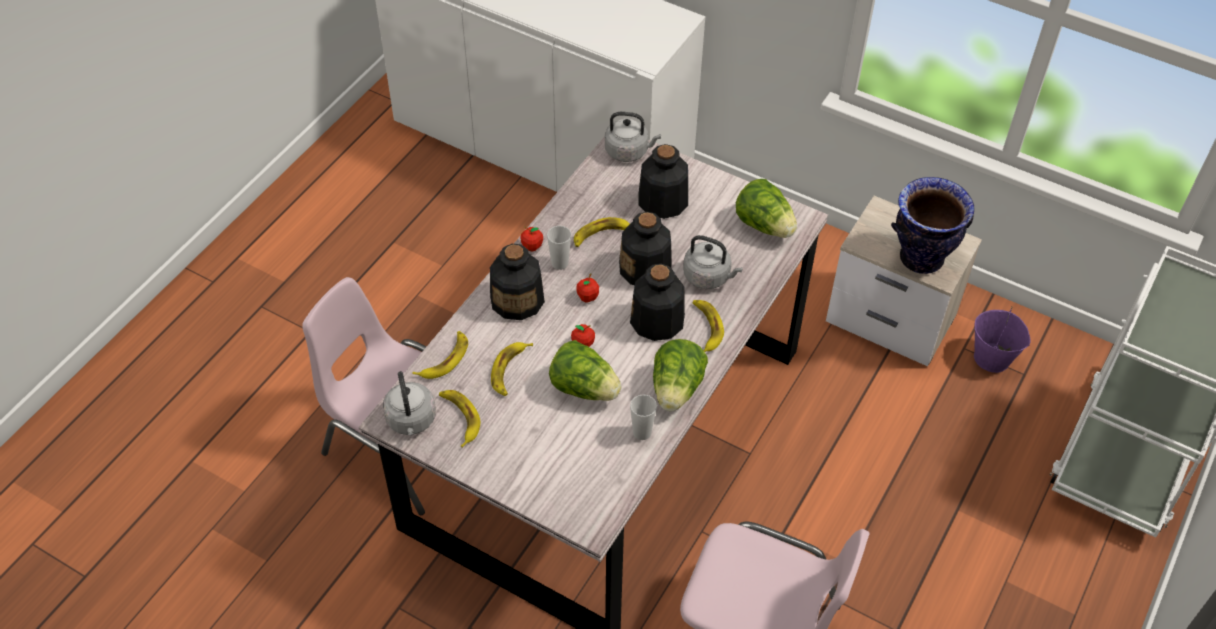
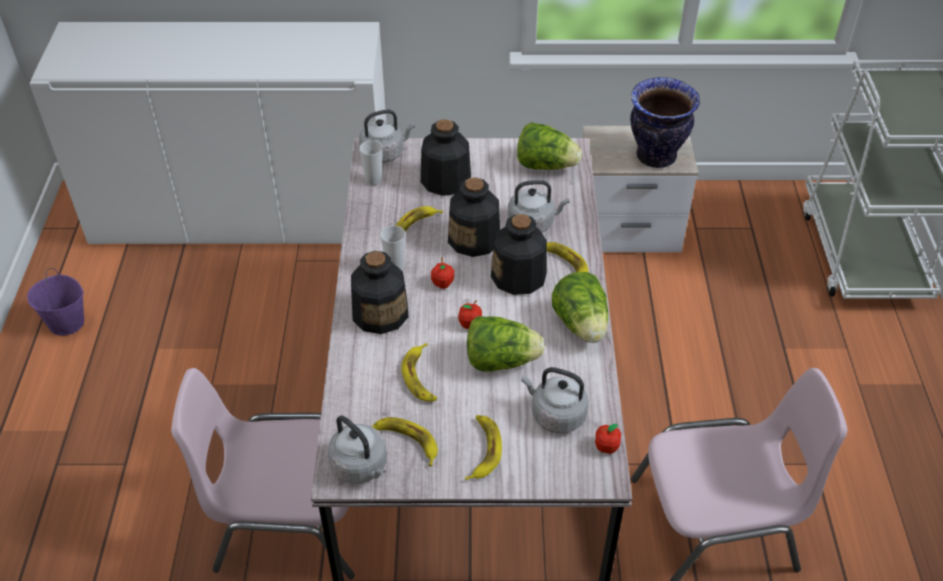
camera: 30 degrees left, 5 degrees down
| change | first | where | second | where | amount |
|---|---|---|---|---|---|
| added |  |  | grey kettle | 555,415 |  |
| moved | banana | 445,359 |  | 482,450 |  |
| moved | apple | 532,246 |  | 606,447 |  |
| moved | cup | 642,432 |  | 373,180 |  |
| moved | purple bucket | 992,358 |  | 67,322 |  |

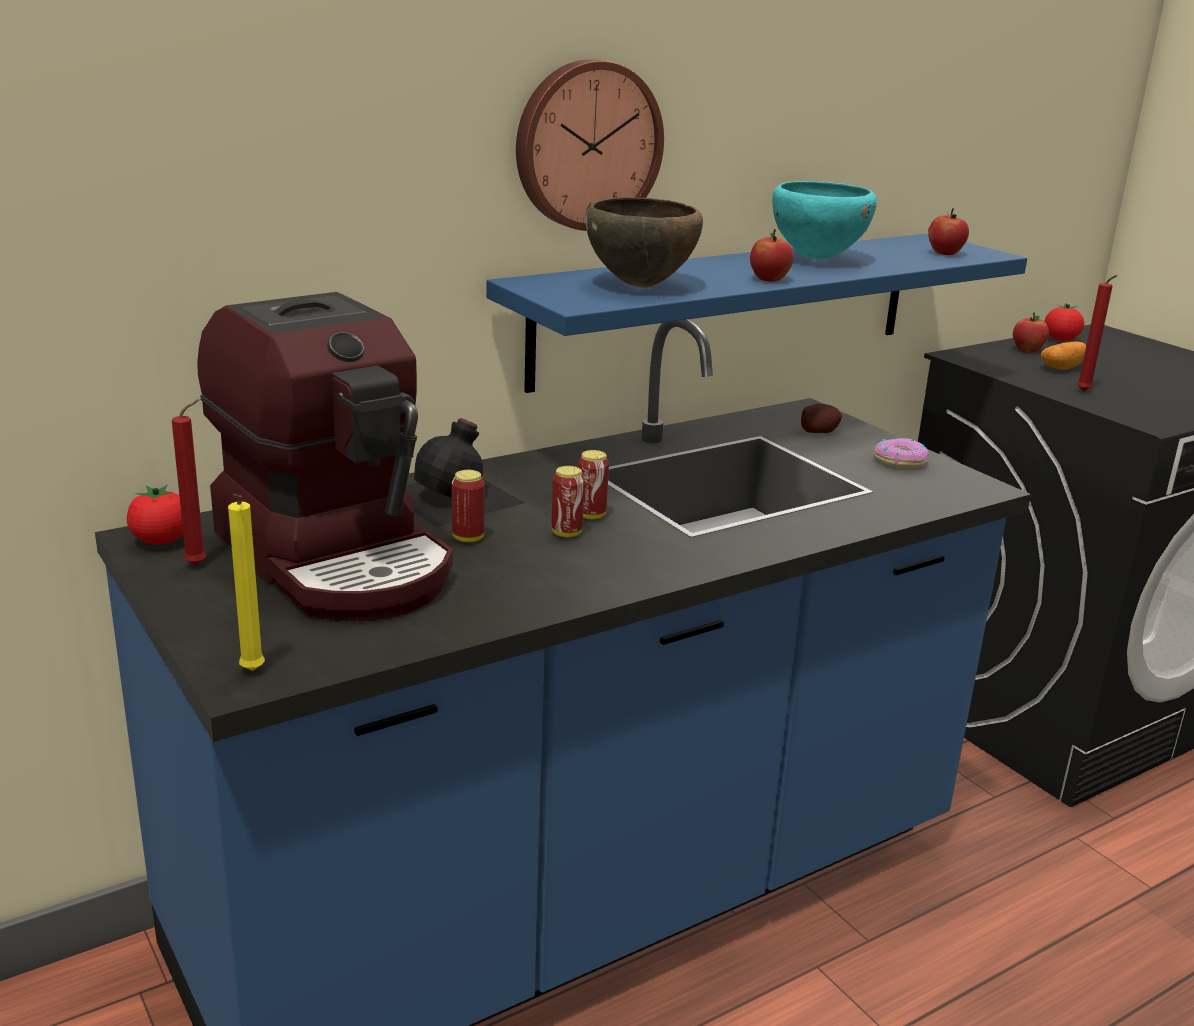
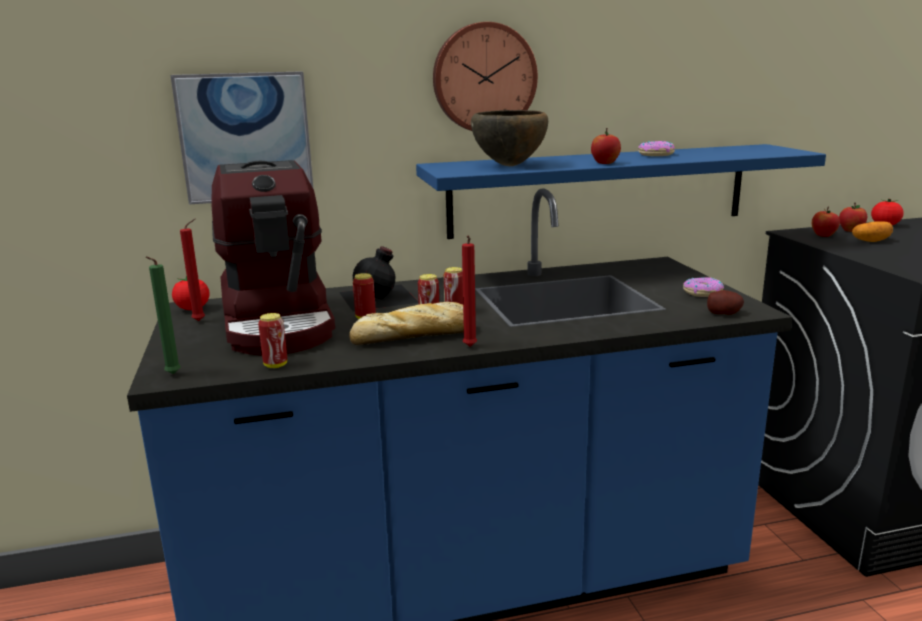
camera: 20 degrees right, 5 degrees down
| change | first | where | second | where | amount |
|---|---|---|---|---|---|
| added |  |  | picture | 245,137 |  |
| added |  |  | can | 275,365 |  |
| added |  |  | bread | 416,335 |  |
| moved | potato | 819,431 |  | 724,313 |  |
| moved | apple | 945,253 |  | 823,235 |  |
| moved | red candle | 1084,392 |  | 469,347 |  |
| replaced | turquoise bowl | 816,259 | donut | 656,154 |  |
| recoloured | yellow candle | 251,673 | green candle | 171,375 |  |

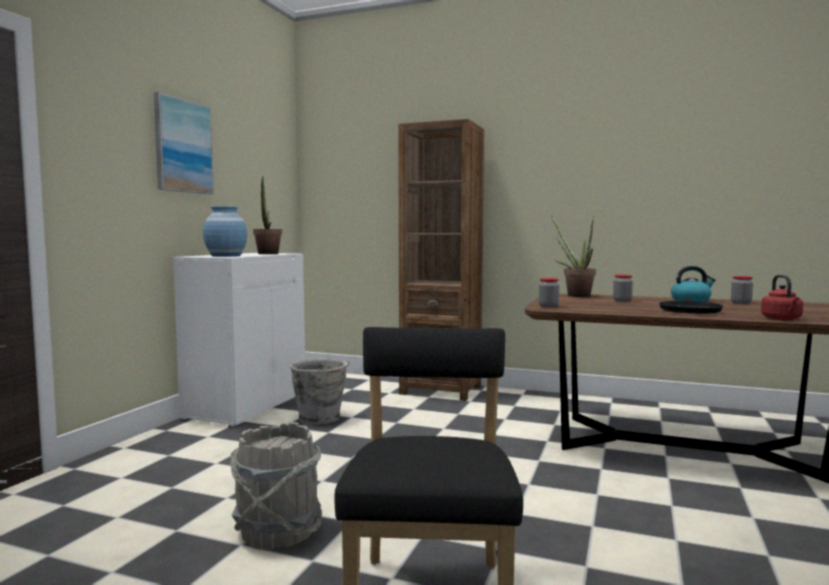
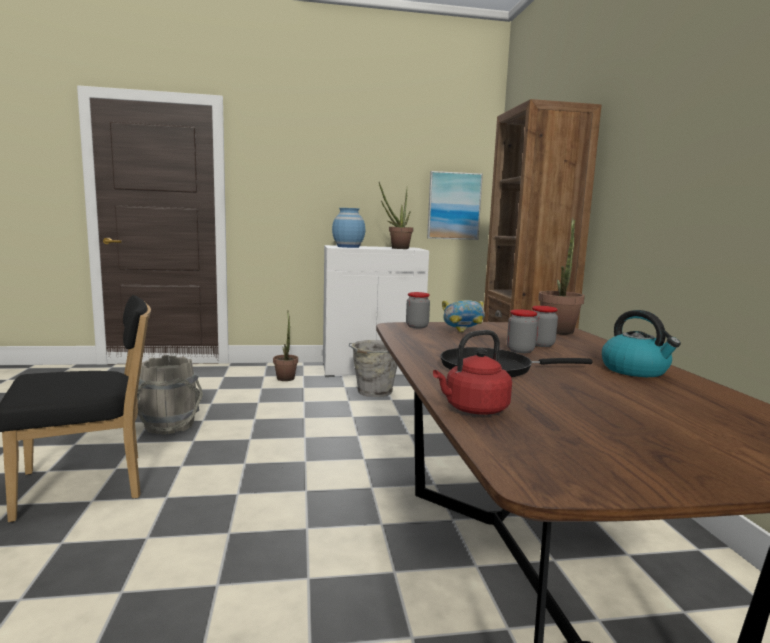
camera: 60 degrees right, 5 degrees up
| change | first | where | second | where | amount |
|---|---|---|---|---|---|
| added |  |  | potted plant | 286,377 |  |
| added |  |  | bowl | 462,333 |  |
| moved | picture | 183,146 |  | 454,206 |  |
| moved | jar | 741,303 |  | 520,350 |  |

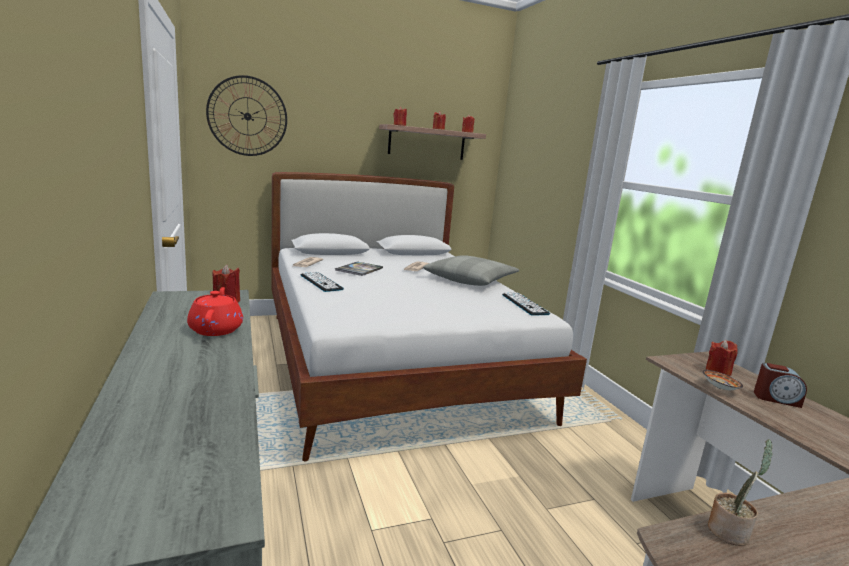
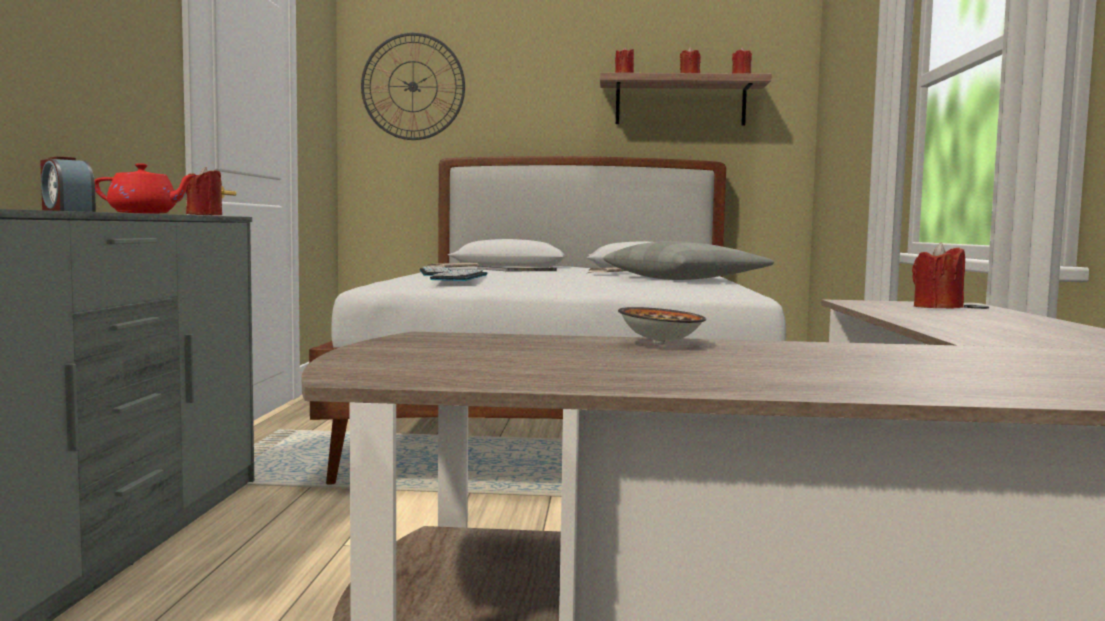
camera: 25 degrees right, 10 degrees down
| change | first | where | second | where | amount |
|---|---|---|---|---|---|
| removed | potted plant | 730,531 |  |  |  |
| moved | keyboard | 524,304 |  | 460,277 |  |
| moved | bowl | 719,388 |  | 661,344 |  |
| moved | alarm clock | 776,399 |  | 67,211 |  |
| turned | red teapot | 216,329 |  | 144,213 | 75 degrees clockwise |

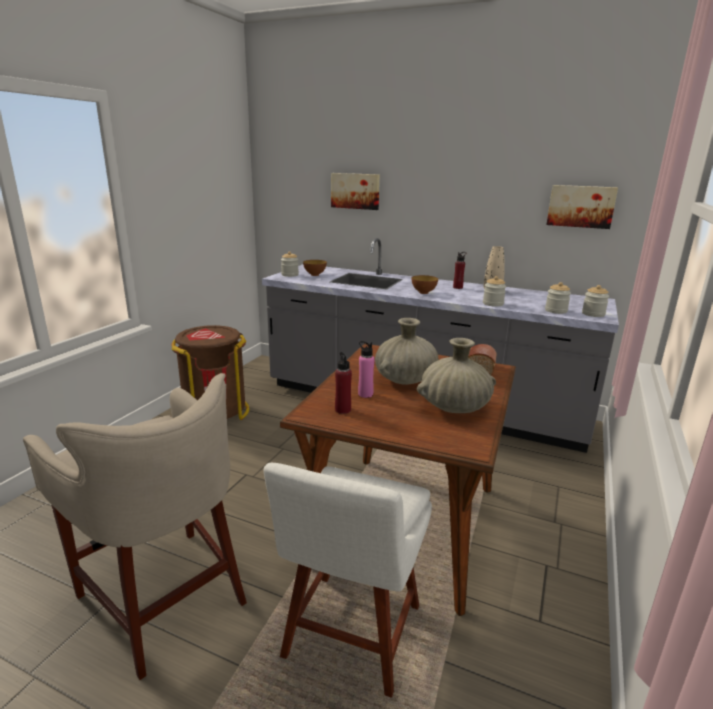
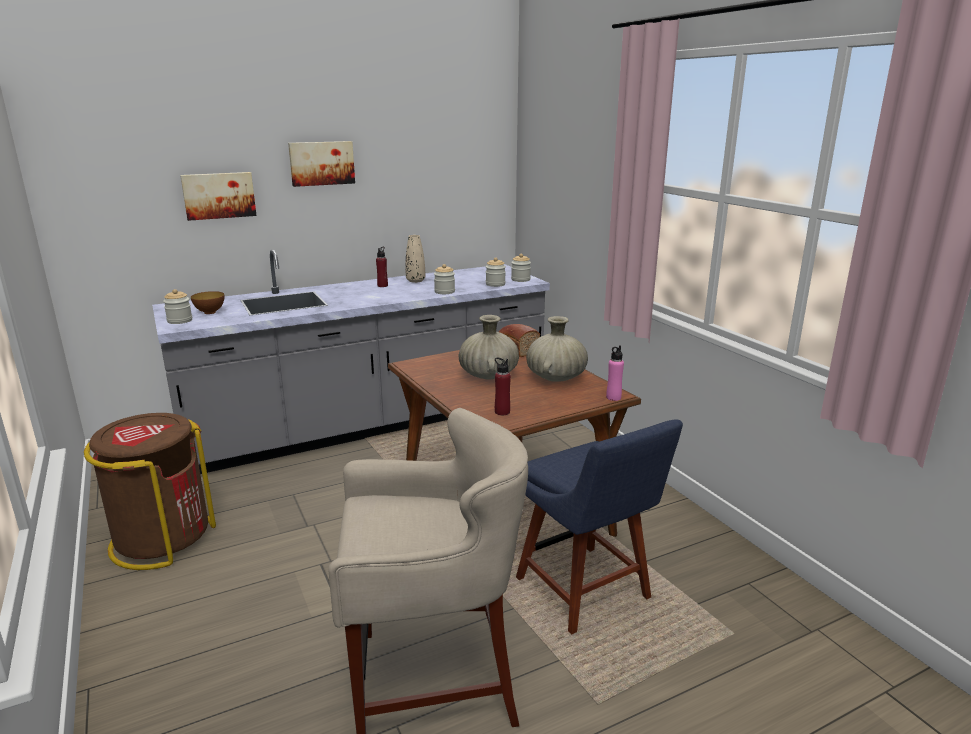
camera: 50 degrees left, 0 degrees up
| change | first | where | second | where | amount |
|---|---|---|---|---|---|
| removed | bowl | 423,292 |  |  |  |
| moved | pink bottle | 365,394 |  | 613,397 |  |
| moved | picture | 581,206 |  | 321,163 |  |
| recoloured | white chair | 350,637 | blue chair | 586,592 |  |

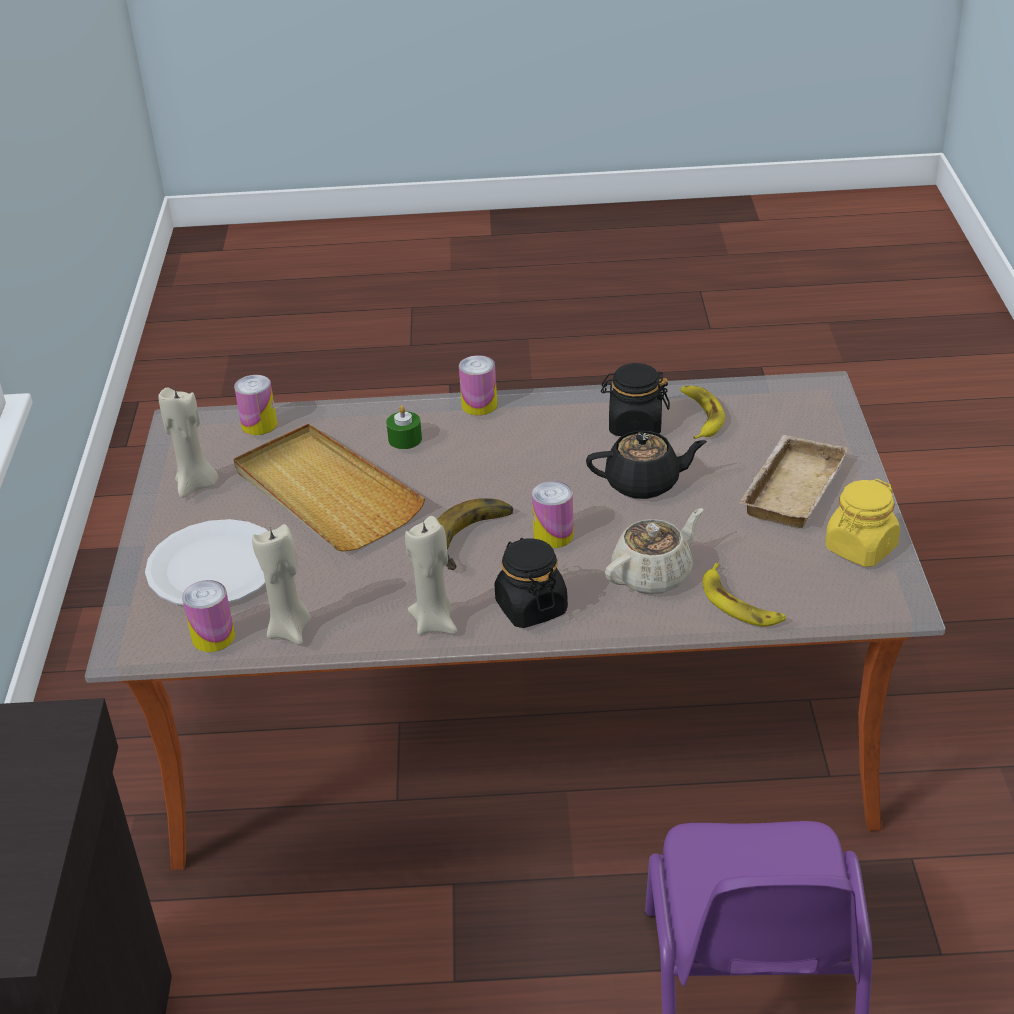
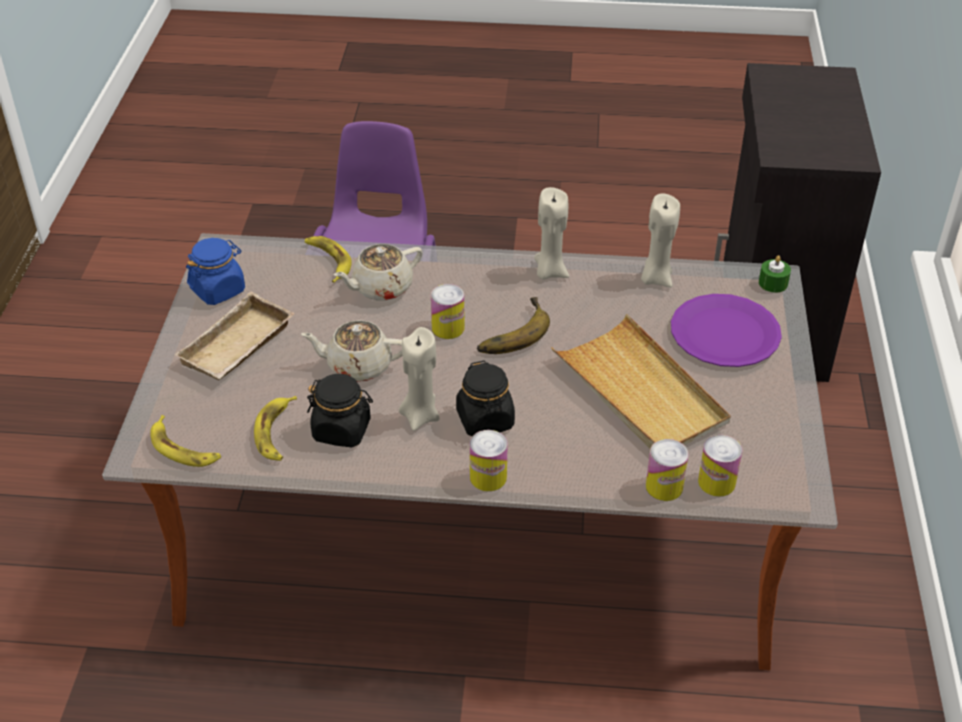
camera: 175 degrees left, 5 degrees up
| change | first | where | second | where | amount |
|---|---|---|---|---|---|
| added |  |  | banana | 183,448 |  |
| moved | beige candle | 196,485 |  | 420,416 |  |
| moved | can | 213,637 |  | 664,486 |  |
| moved | green candle | 405,439 |  | 773,283 |  |
| moved | black jar | 531,607 |  | 485,420 |  |
| recoloured | white plate | 215,567 | purple plate | 724,333 |  |
| recoloured | black teapot | 644,483 | beige teapot | 358,366 |  |
| recoloured | yellow jar | 860,548 | blue jar | 218,290 |  |

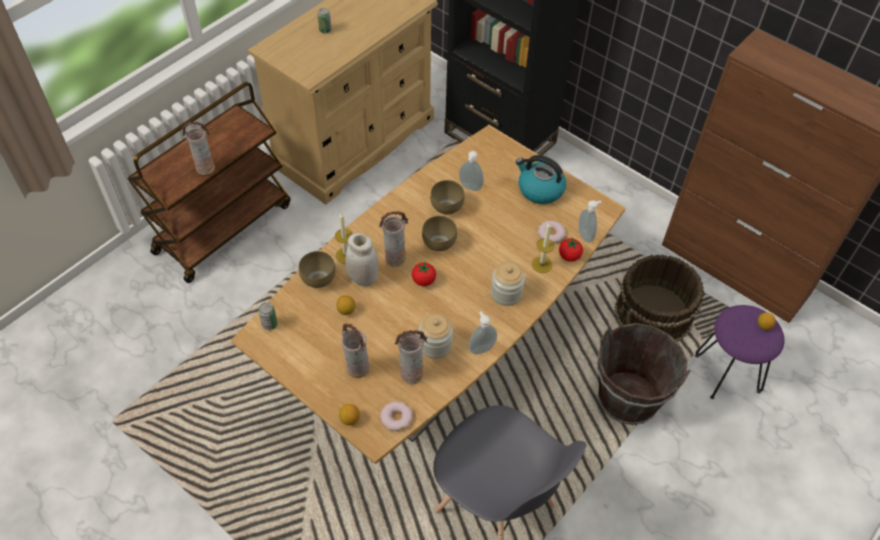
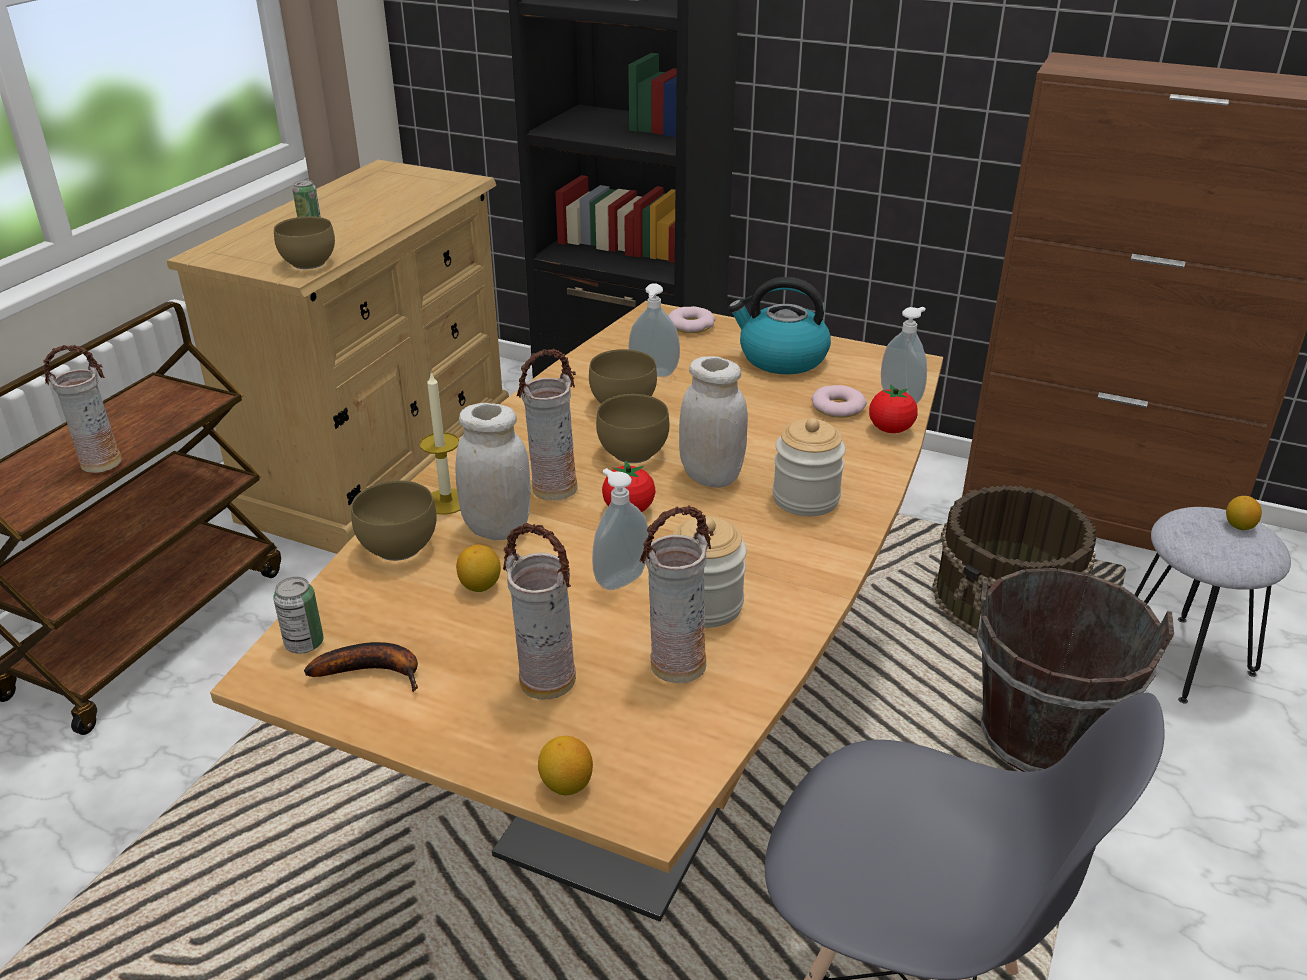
camera: 15 degrees left, 20 degrees down
| change | first | where | second | where | amount |
|---|---|---|---|---|---|
| removed | candle | 541,264 |  |  |  |
| added |  |  | brown bowl | 309,262 |  |
| added |  |  | banana | 374,671 |  |
| added |  |  | white jar | 711,476 |  |
| moved | donut | 396,417 |  | 691,325 |  |
| moved | soap dispenser | 481,348 |  | 619,579 |  |
| recoloured | purple stool | 727,373 | grey stool | 1183,659 |  |

